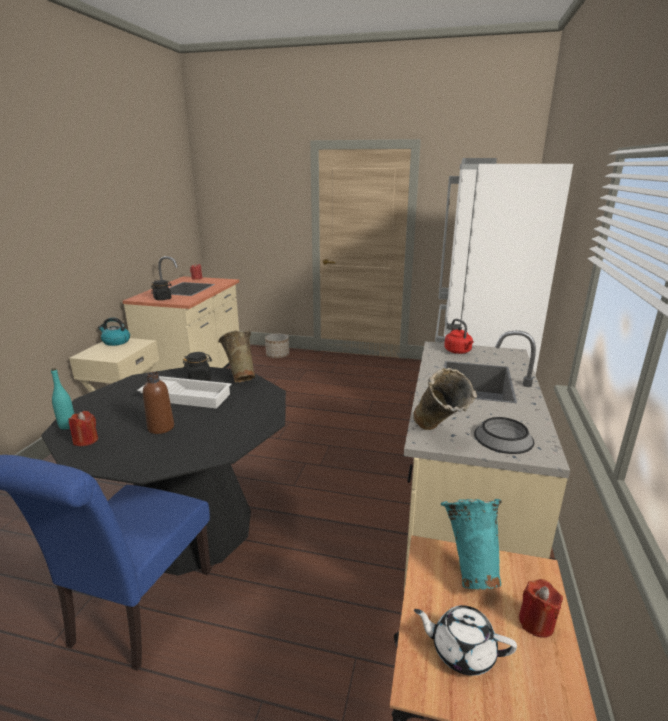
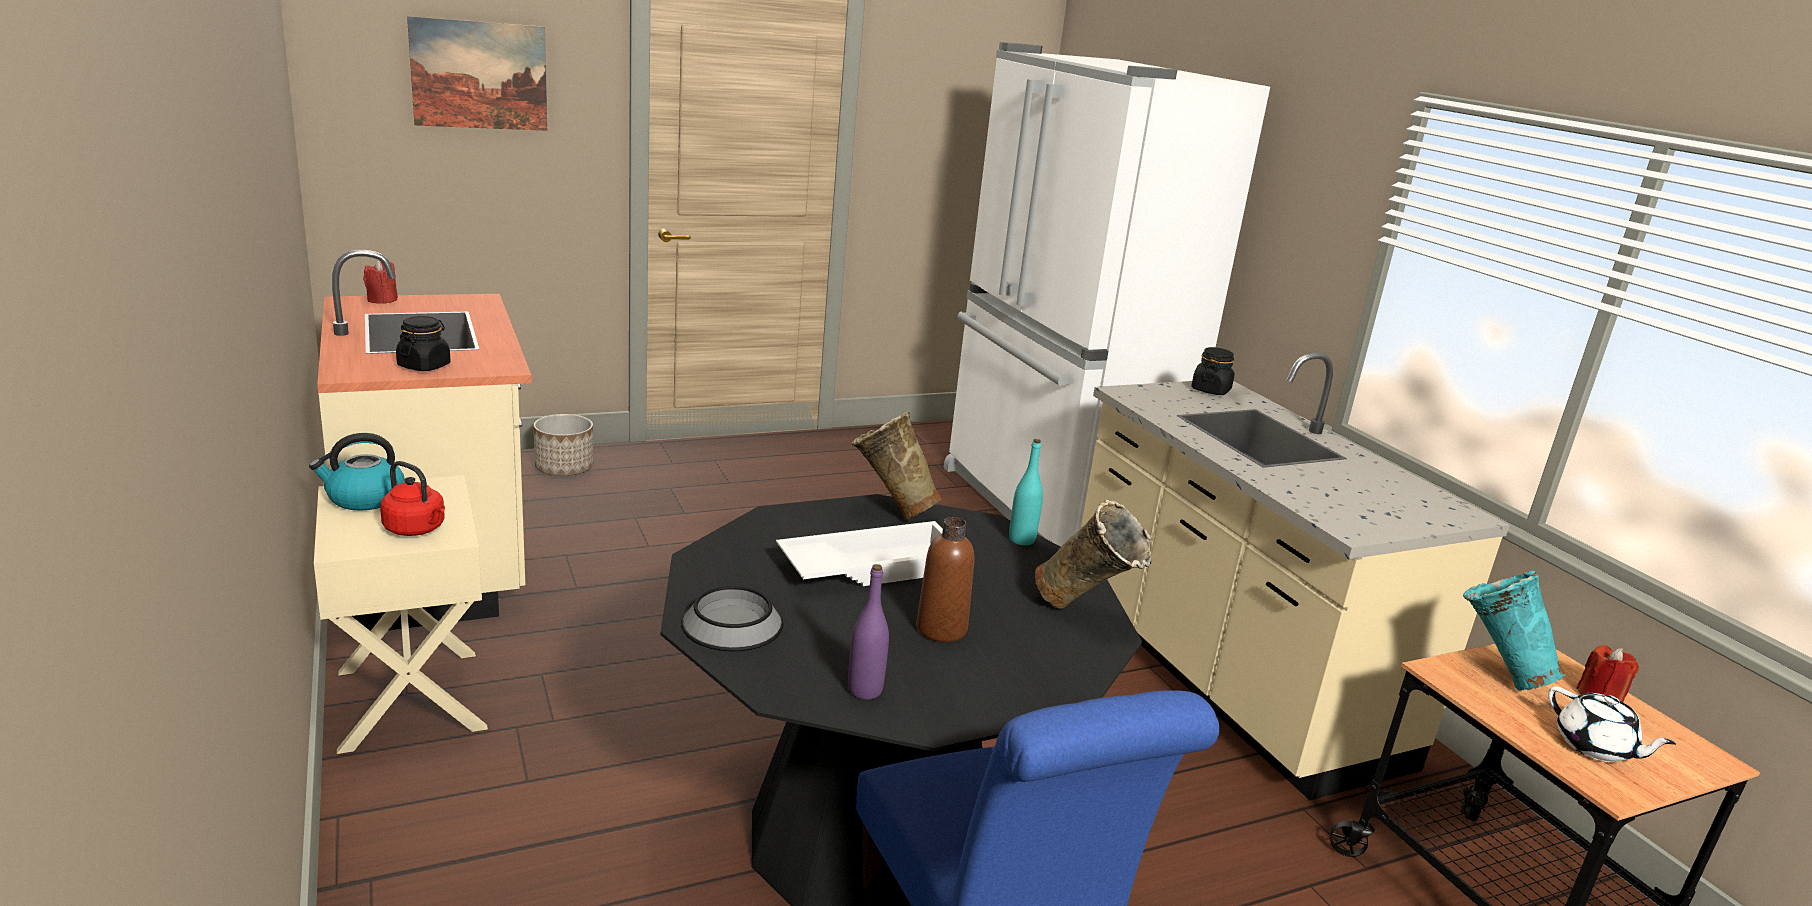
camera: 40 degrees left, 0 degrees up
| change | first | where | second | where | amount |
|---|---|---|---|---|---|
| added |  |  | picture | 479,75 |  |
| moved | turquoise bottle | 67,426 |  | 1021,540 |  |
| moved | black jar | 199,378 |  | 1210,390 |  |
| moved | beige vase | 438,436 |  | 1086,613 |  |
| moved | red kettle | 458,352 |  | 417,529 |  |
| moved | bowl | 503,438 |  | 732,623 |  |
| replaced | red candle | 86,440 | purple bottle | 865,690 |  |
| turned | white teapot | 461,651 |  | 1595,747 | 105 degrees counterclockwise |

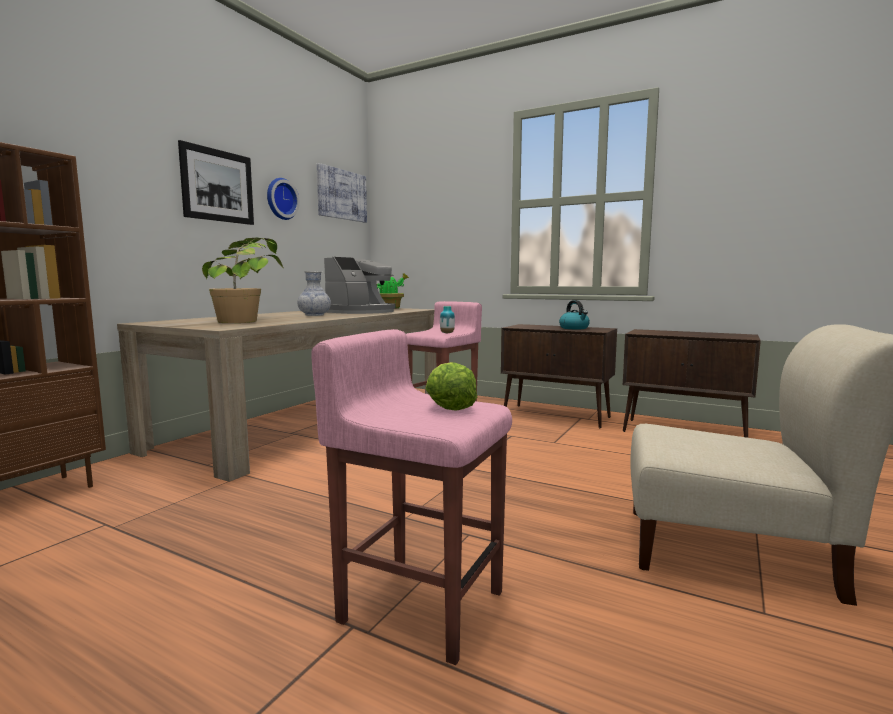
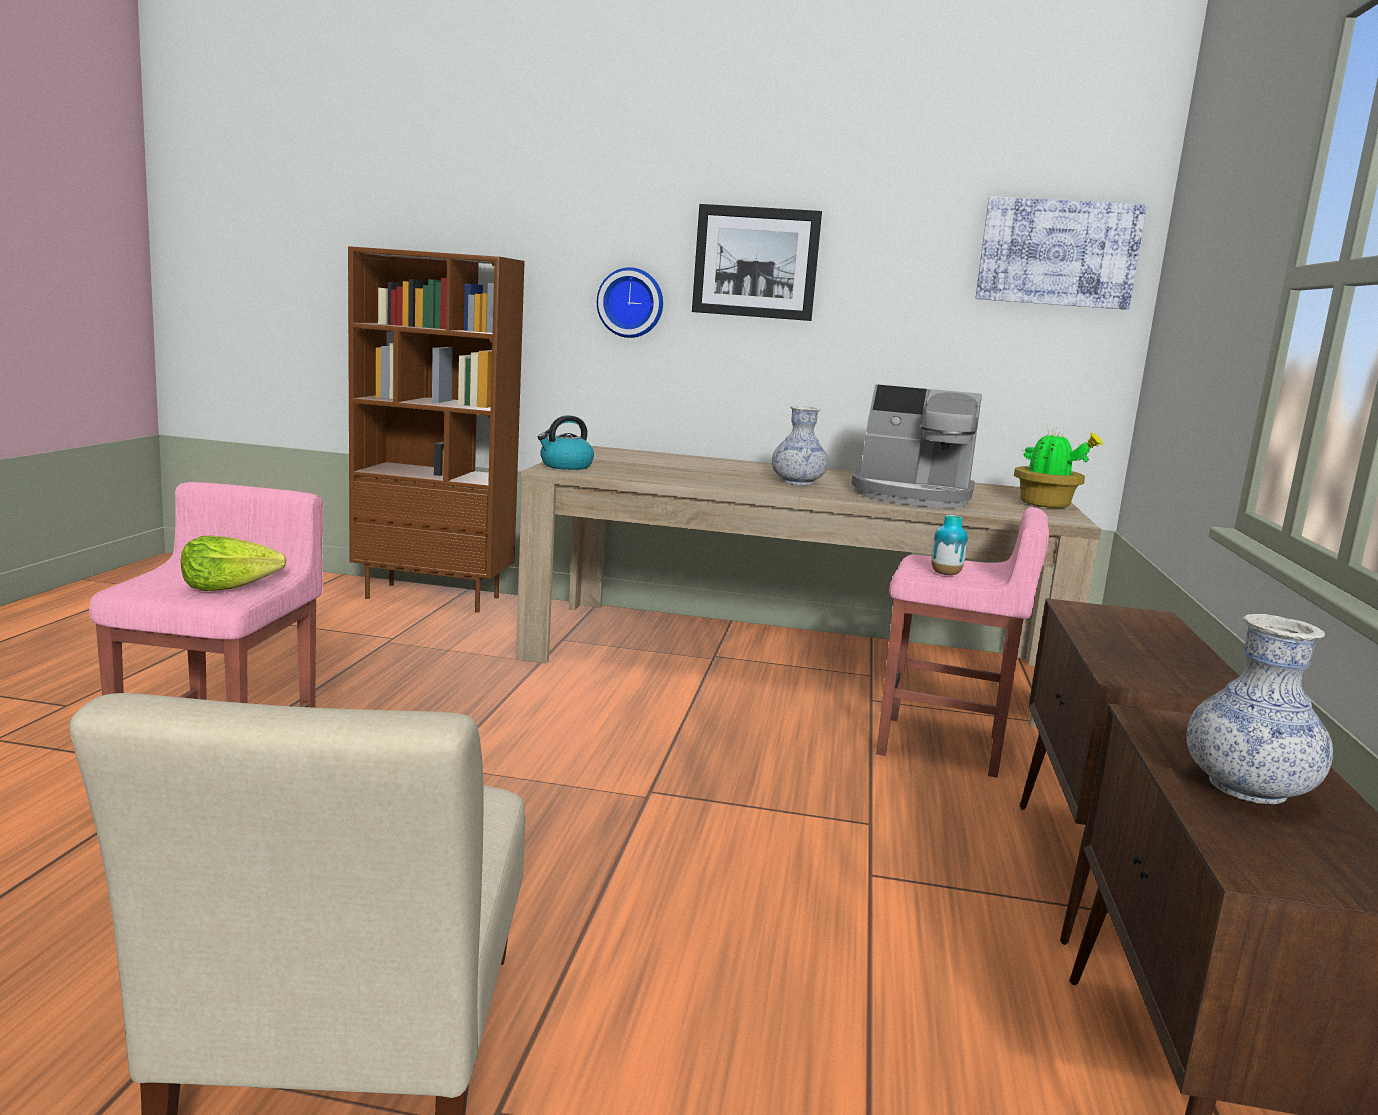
camera: 70 degrees right, 5 degrees up
| change | first | where | second | where | amount |
|---|---|---|---|---|---|
| removed | potted plant | 249,320 |  |  |  |
| added |  |  | vase | 1247,788 |  |
| moved | wall clock | 280,199 |  | 631,303 |  |
| moved | kettle | 574,328 |  | 565,466 |  |

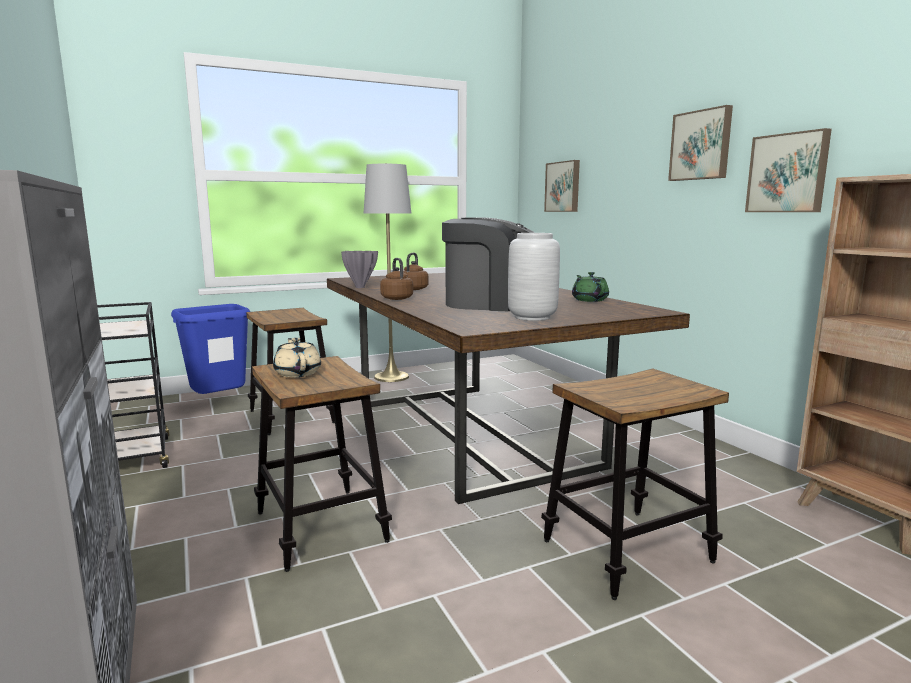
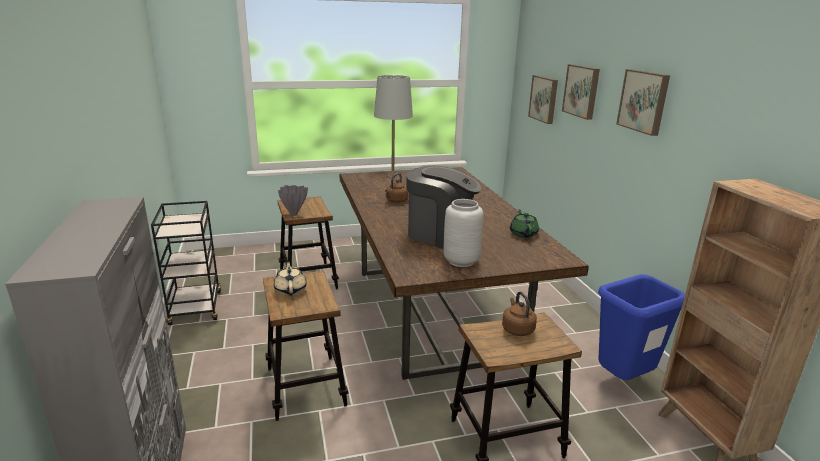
camera: 10 degrees right, 10 degrees up
| change | first | where | second | where | amount |
|---|---|---|---|---|---|
| moved | blue trash can | 220,403 |  | 624,380 |  |
| moved | grey vase | 360,287 |  | 294,215 |  |
| moved | brown kettle | 396,298 |  | 517,329 |  |
| moved | picture | 788,173 |  | 582,91 |  |

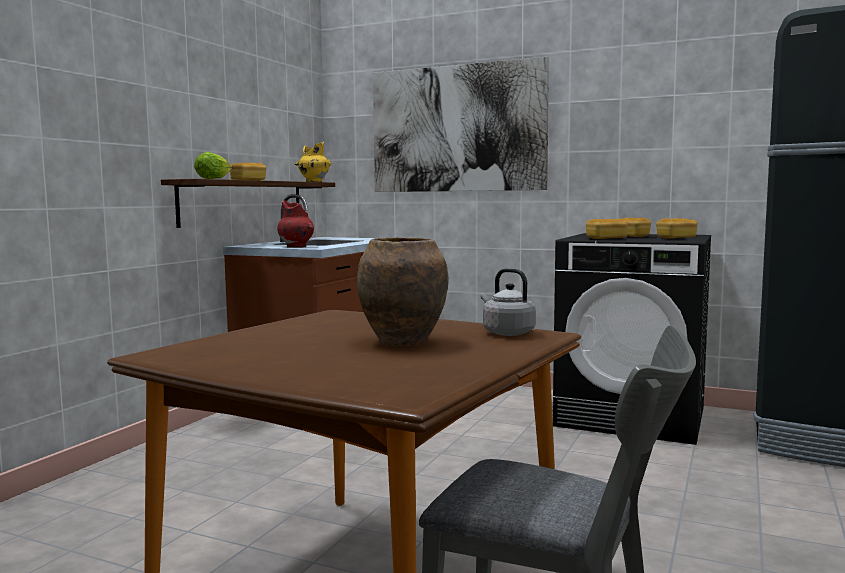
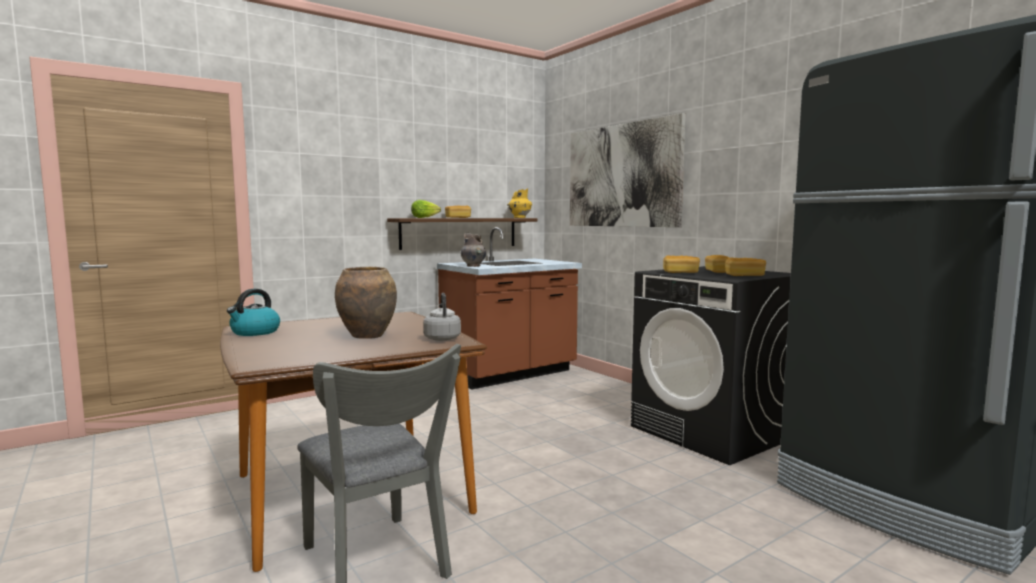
camera: 30 degrees right, 0 degrees up
| change | first | where | second | where | amount |
|---|---|---|---|---|---|
| added |  |  | kettle | 255,332 |  |
| recoloured | red vase | 296,247 | grey vase | 473,266 |  |

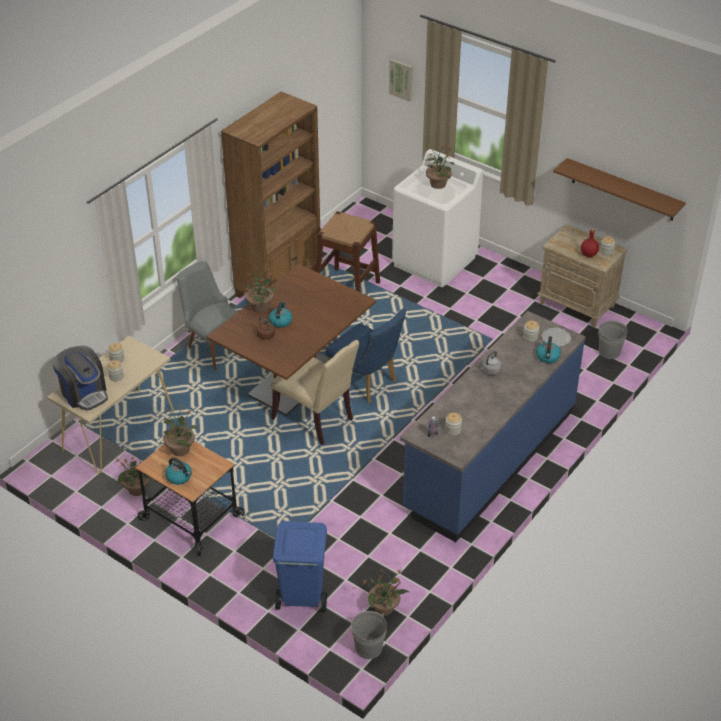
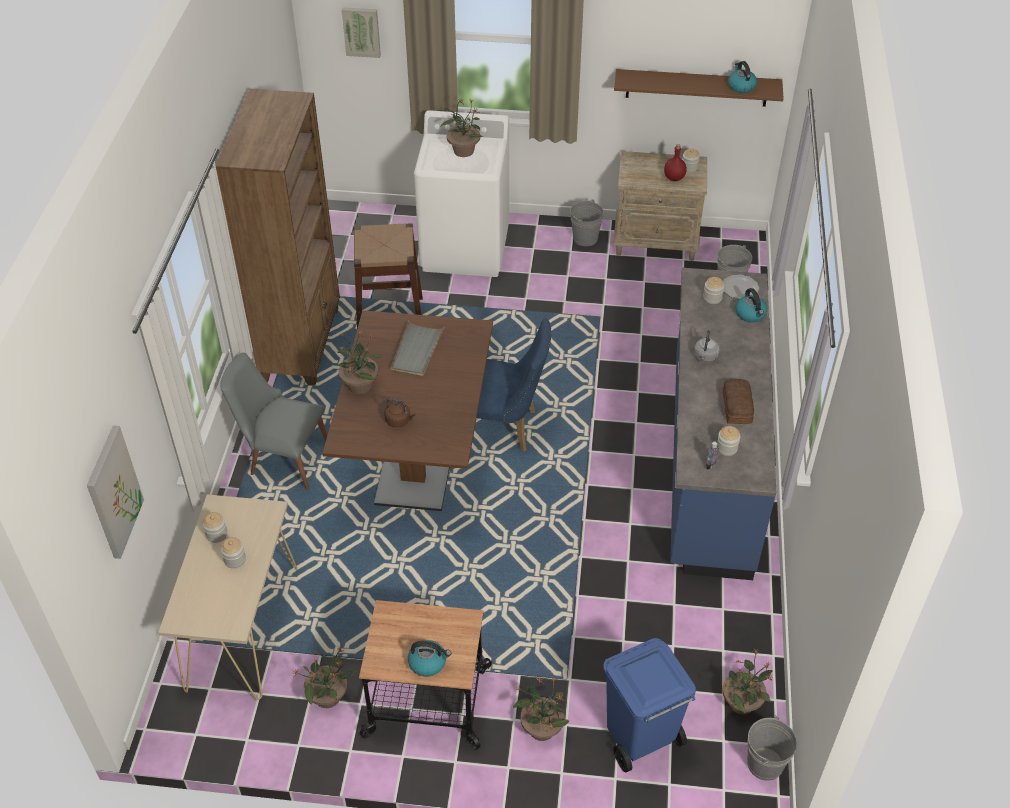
camera: 30 degrees left, 5 degrees up
| change | first | where | second | where | amount |
|---|---|---|---|---|---|
| removed | coffee machine | 84,393 |  |  |  |
| removed | beige chair | 316,419 |  |  |  |
| added |  |  | picture | 113,492 |  |
| added |  |  | grey tray | 417,351 |  |
| added |  |  | grey bucket | 585,238 |  |
| added |  |  | bread | 736,408 |  |
| moved | potted plant | 180,449 |  | 541,728 |  |
| moved | kettle | 280,321 |  | 741,86 |  |

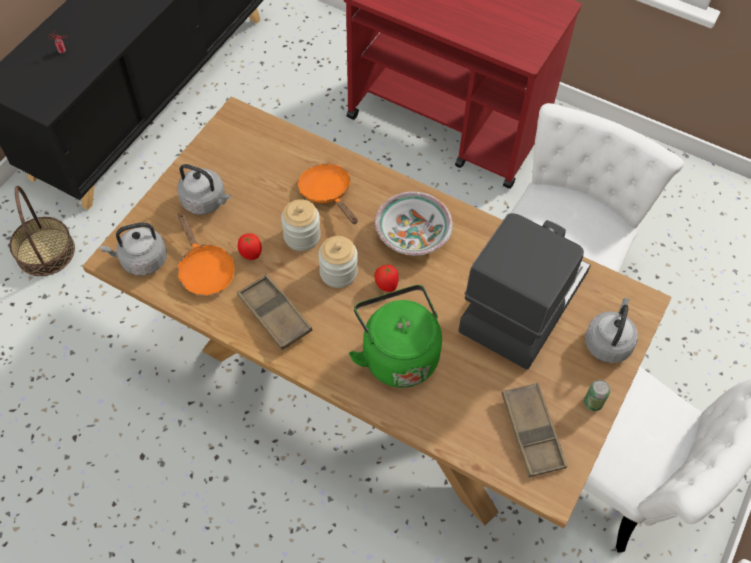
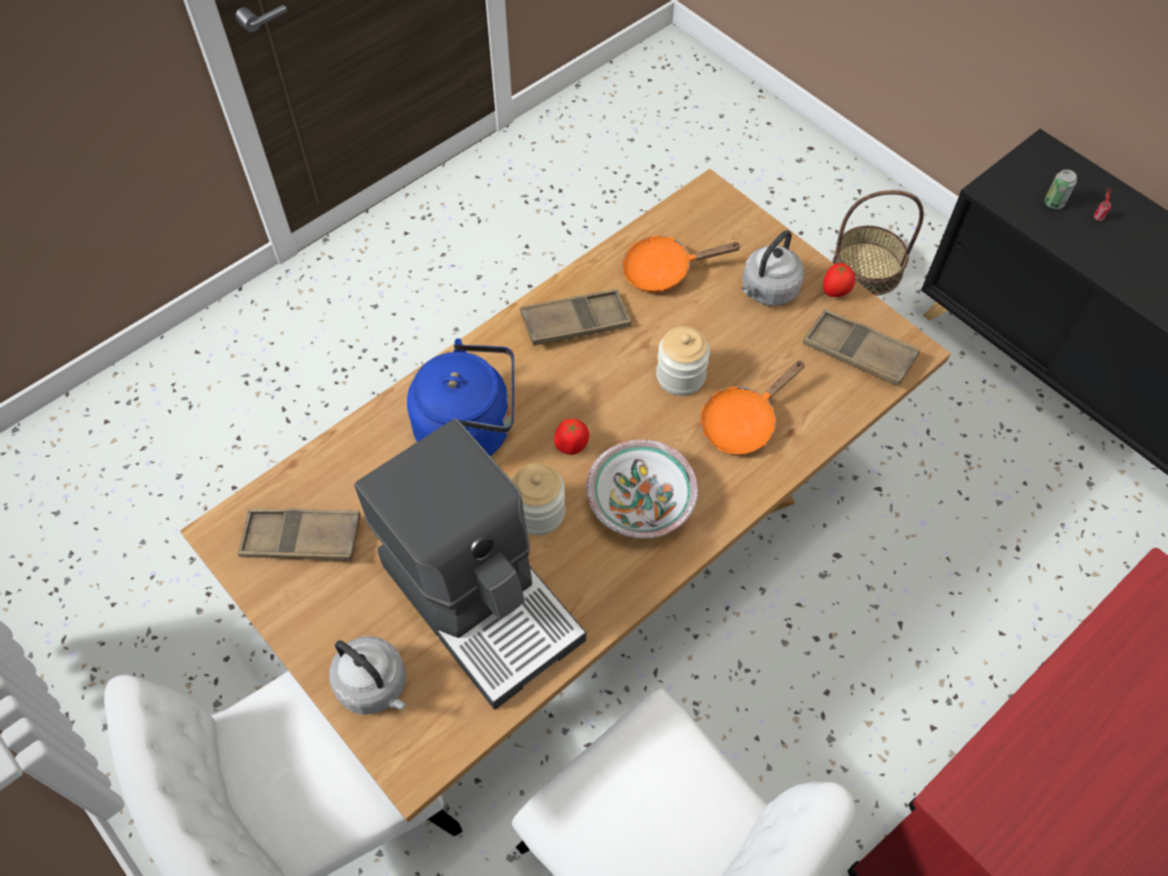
camera: 110 degrees right, 0 degrees up
| change | first | where | second | where | amount |
|---|---|---|---|---|---|
| removed | grey kettle | 141,260 |  |  |  |
| added |  |  | brown tray | 858,352 |  |
| moved | tomato | 250,254 |  | 835,292 |  |
| moved | jar | 338,272 |  | 538,512 |  |
| moved | can | 593,403 |  | 1053,203 |  |
| recoloured | green kettle | 397,354 | blue kettle | 470,429 |  |
| turned | orange frying pan | 328,193 |  | 742,422 | 150 degrees clockwise |

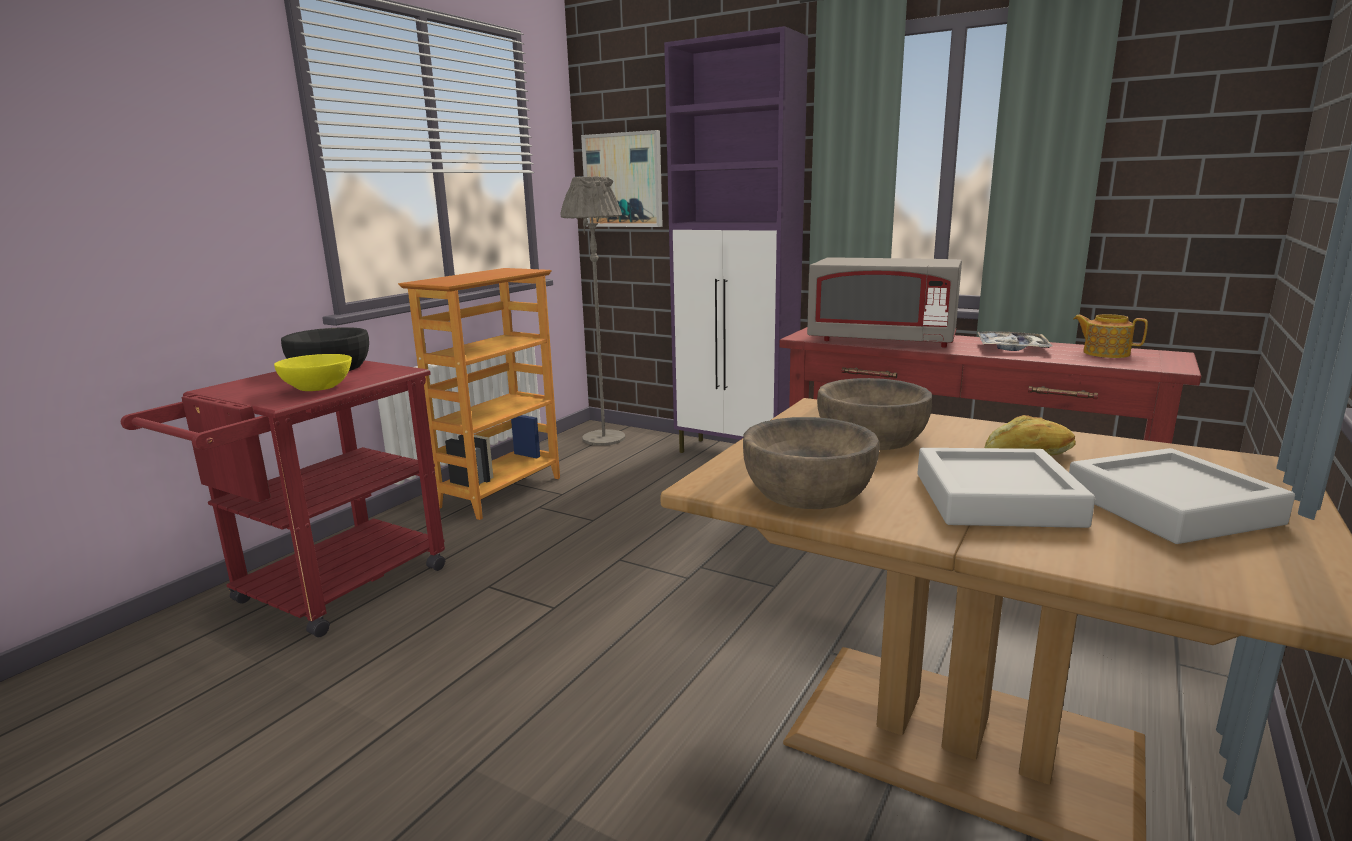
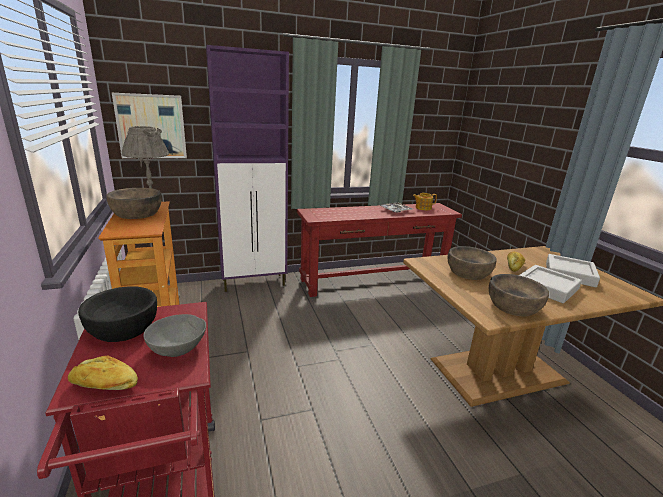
camera: 50 degrees left, 5 degrees up
| change | first | where | second | where | amount |
|---|---|---|---|---|---|
| removed | grey microwave | 882,340 |  |  |  |
| added |  |  | bread | 104,385 |  |
| added |  |  | brown bowl | 137,213 |  |
| recoloured | yellow bowl | 318,388 | grey bowl | 177,349 |  |

